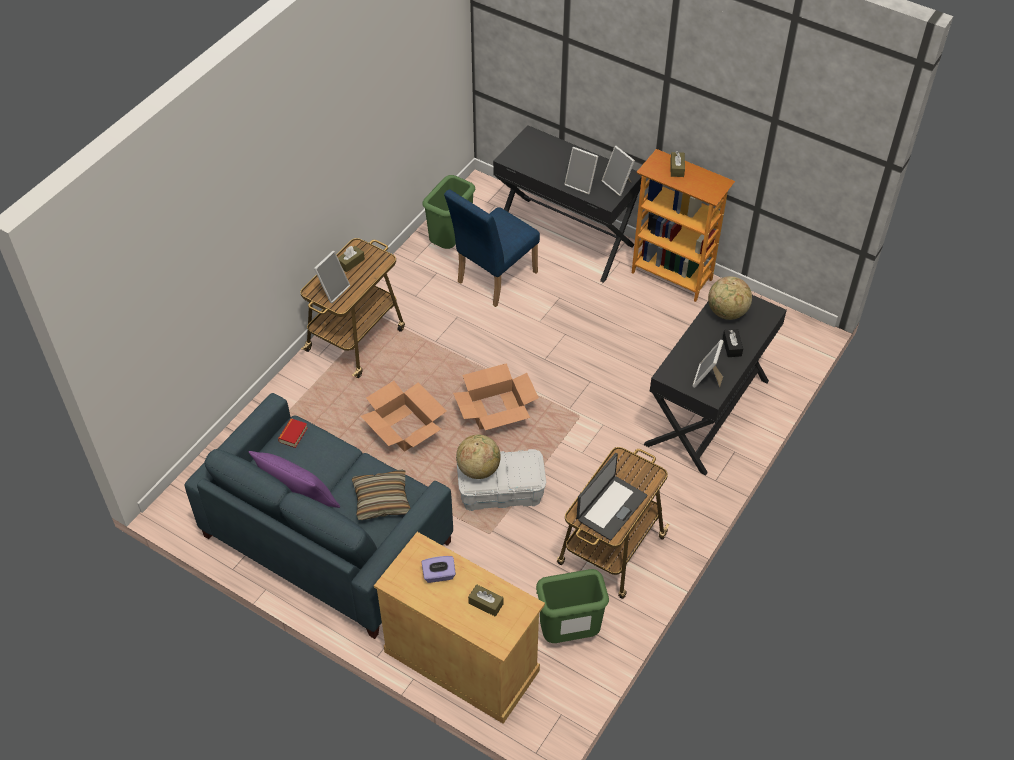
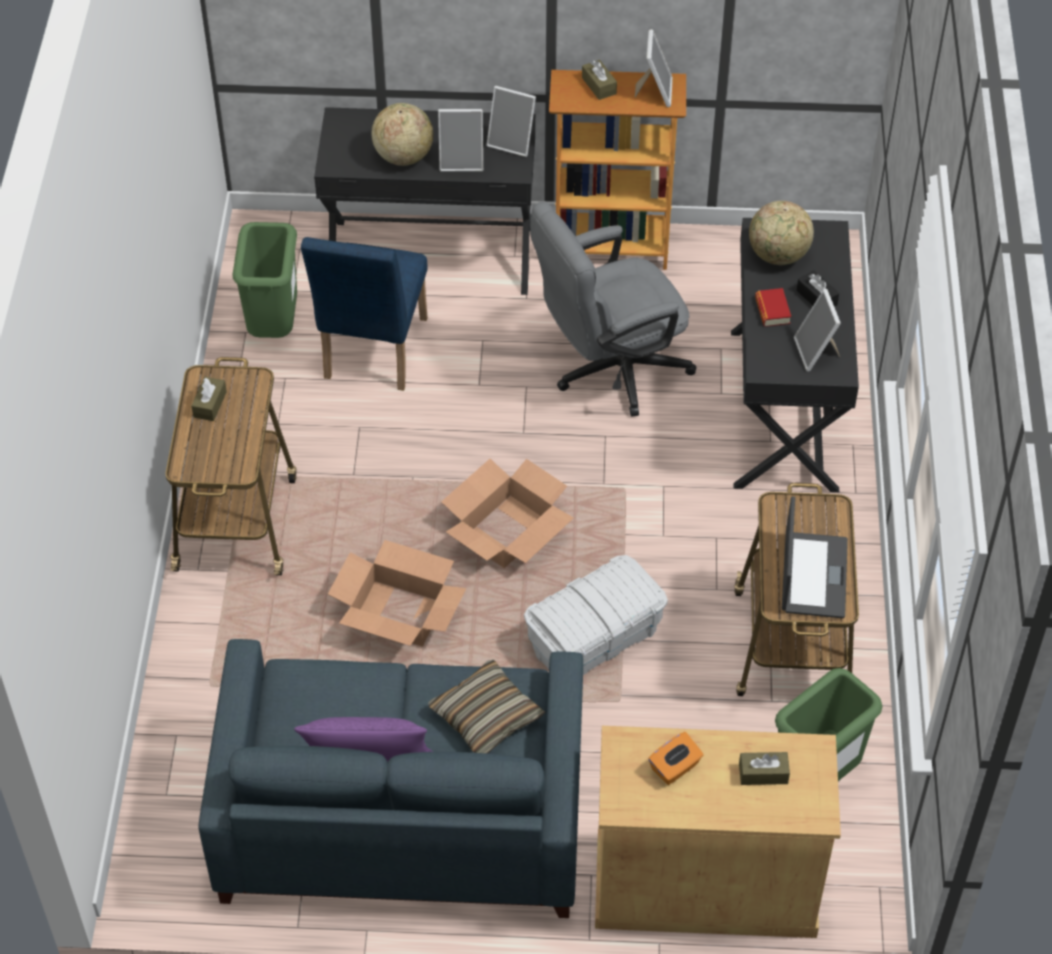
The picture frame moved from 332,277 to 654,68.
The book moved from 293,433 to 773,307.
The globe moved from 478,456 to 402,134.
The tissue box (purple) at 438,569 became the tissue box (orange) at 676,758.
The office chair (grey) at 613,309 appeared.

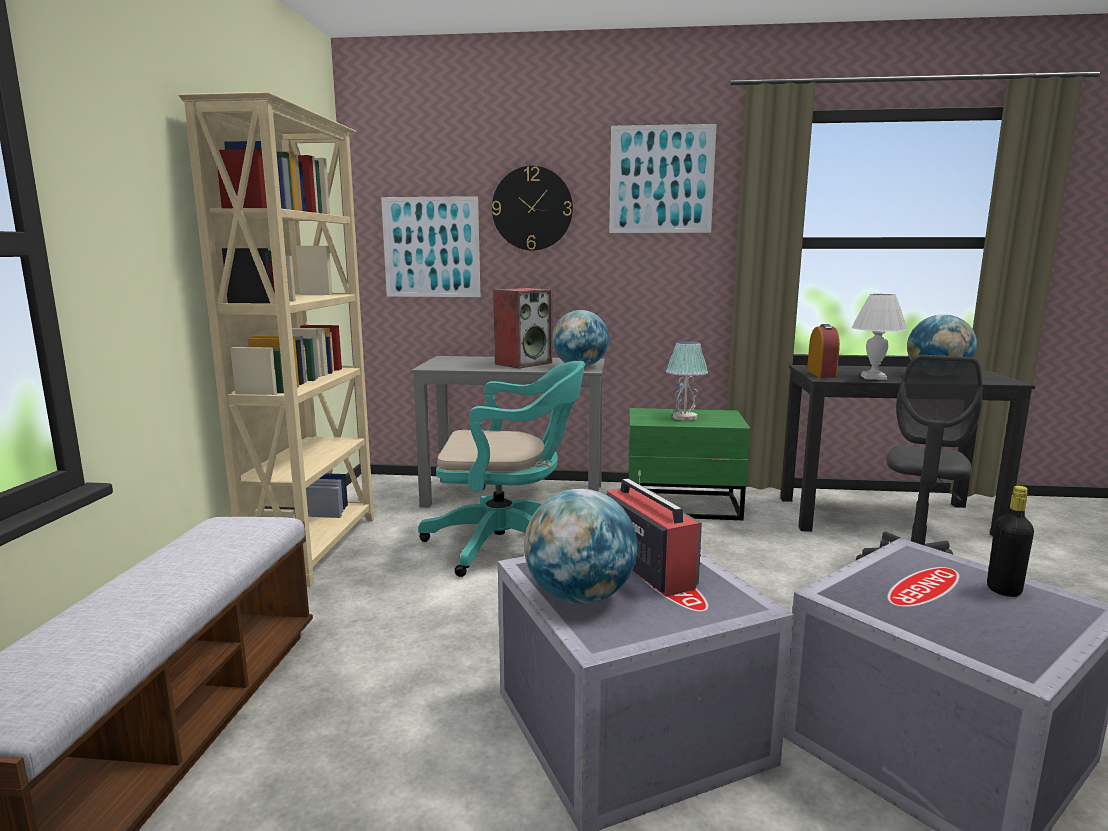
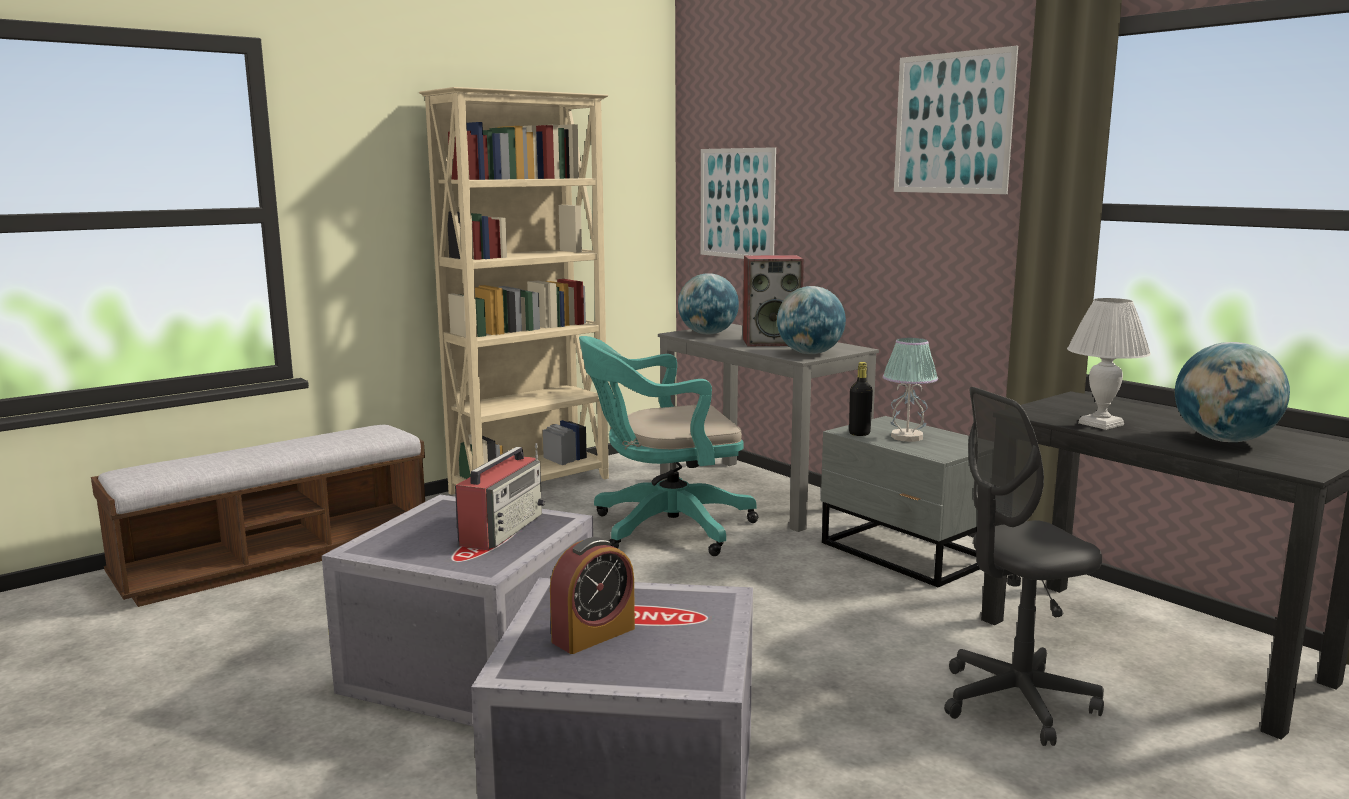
The wall clock at 532,208 disappeared.
The alarm clock moved from 823,351 to 592,595.
The office chair (turquoise) at 501,469 turned 120 degrees clockwise.
The nightstand (green) at 689,464 became the nightstand (grey) at 900,501.
The bottle (black) moved from 1010,541 to 861,399.
The globe moved from 581,546 to 708,304.

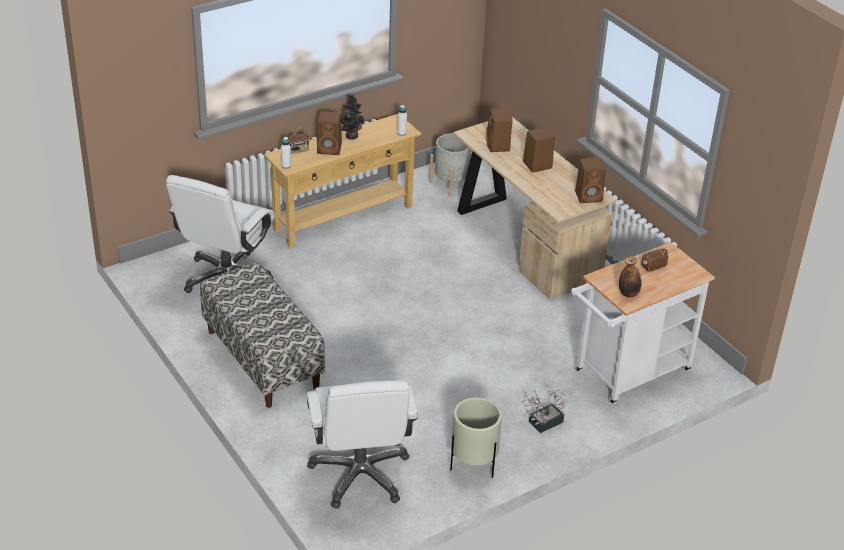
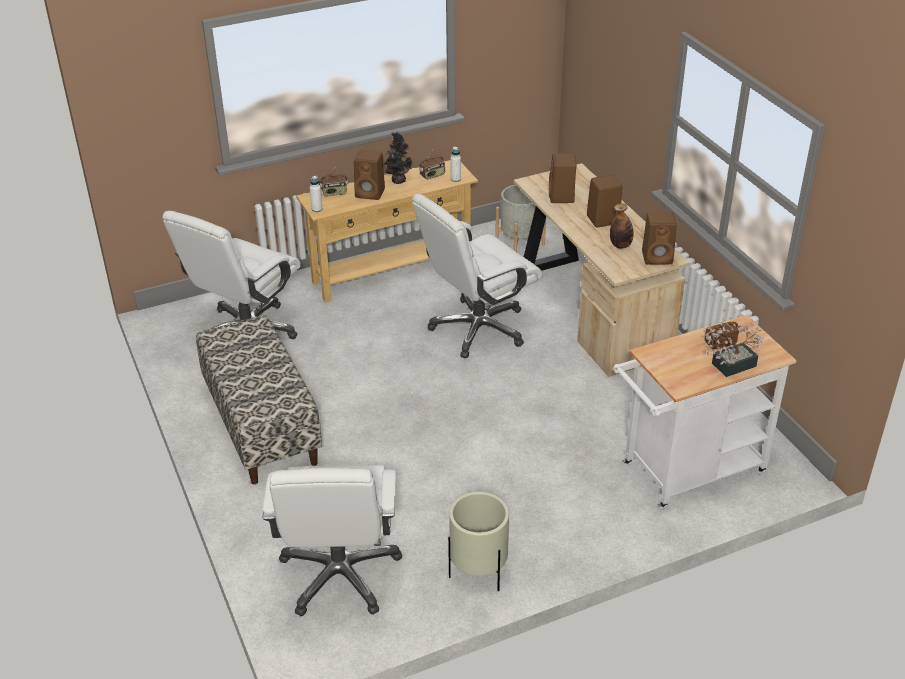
The bottle moved from 630,276 to 622,226.
The potted plant moved from 544,411 to 734,349.
The radio at 432,164 appeared.
The office chair (white) at 477,276 appeared.

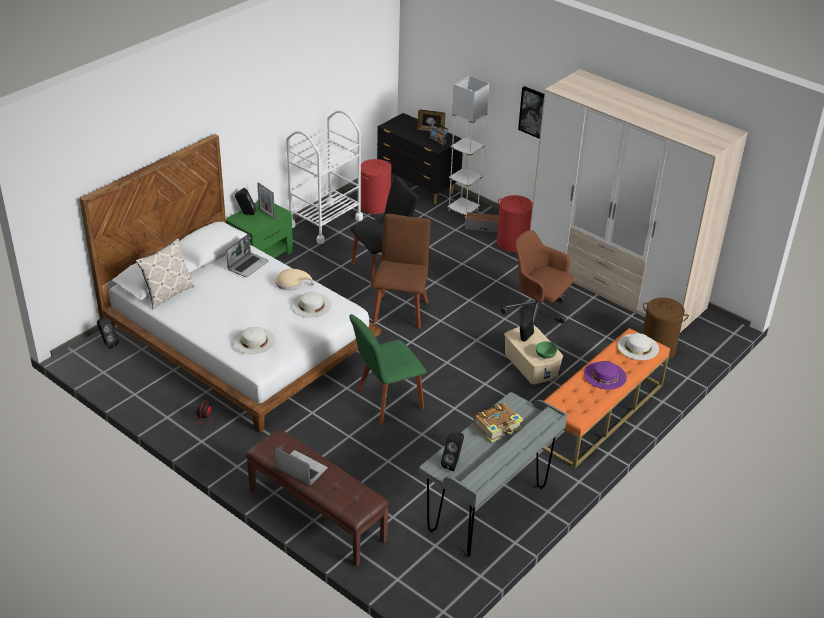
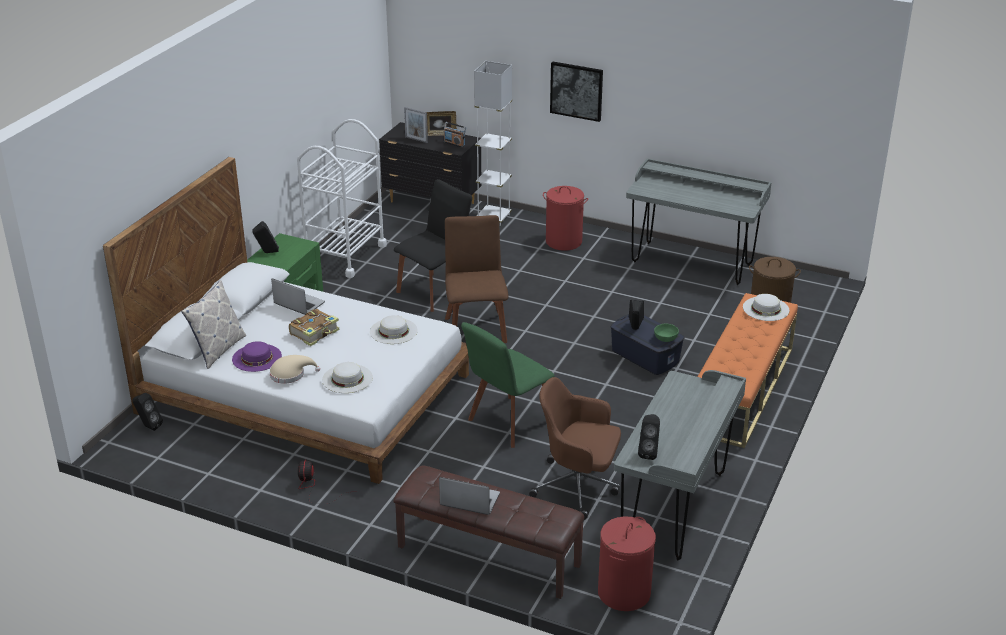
The wardrobe at 639,201 was replaced by the desk (grey) at 699,221.
The laundry basket (red) moved from 376,186 to 627,563.
The picture frame moved from 266,200 to 416,125.
The speaker at 482,222 disappeared.
The office chair (brown) moved from 537,277 to 575,448.
The laptop at 247,255 turned 75 degrees counterclockwise.
The hat (beige) moved from 295,279 to 294,369.
The storage box (beige) at 533,354 became the storage box (blue) at 648,344.
The hat (purple) moved from 605,375 to 257,356.
The book moved from 498,423 to 314,327.

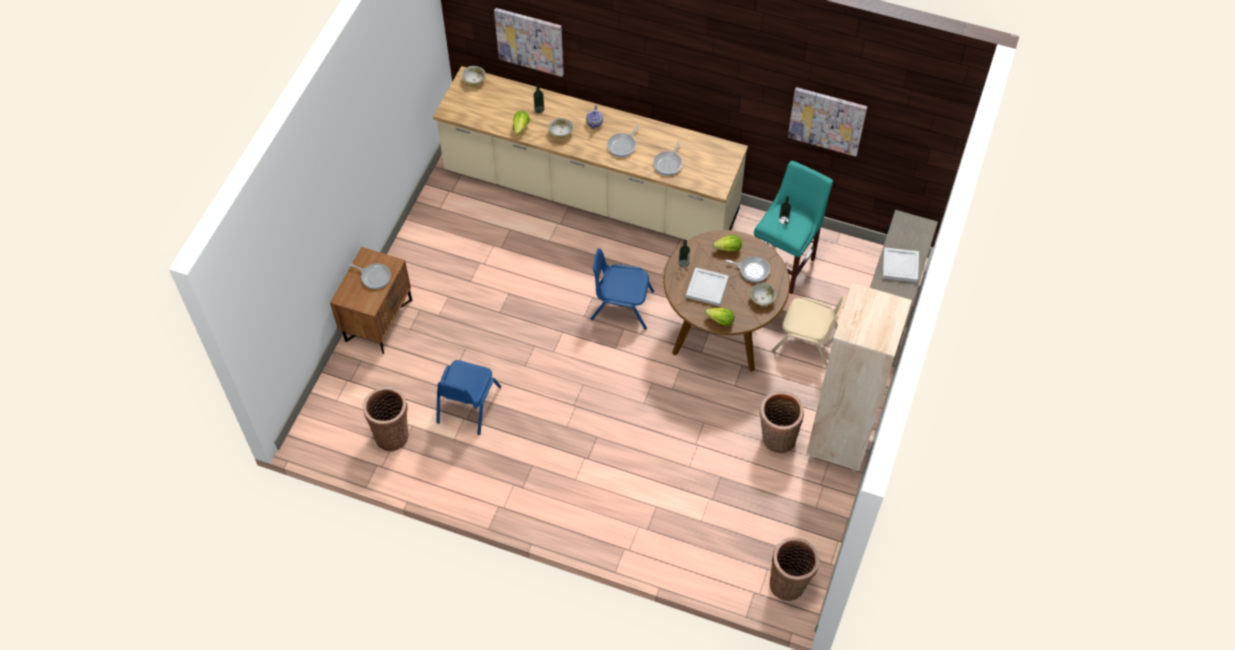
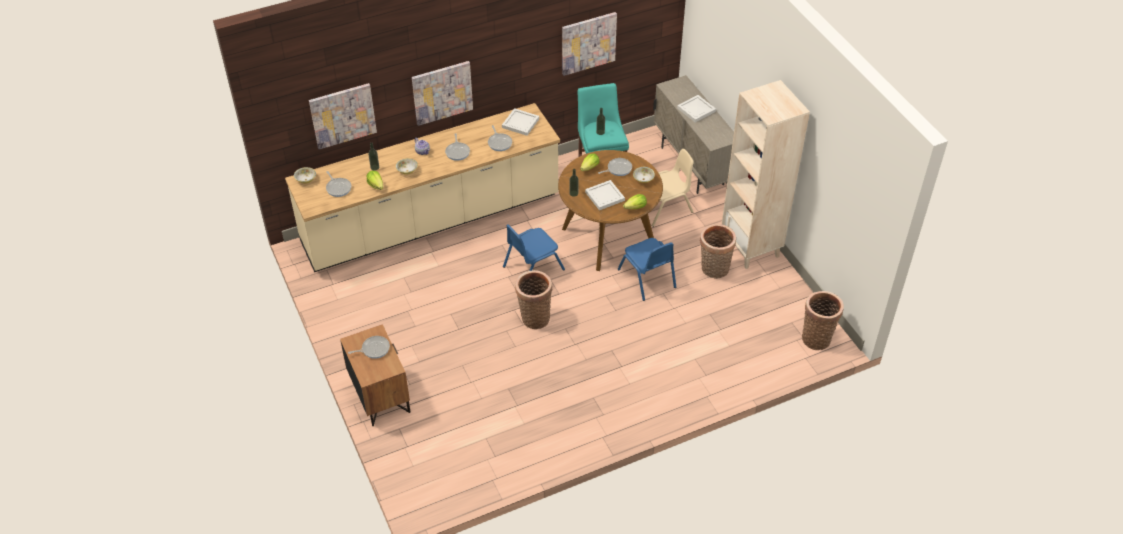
The chair (blue) moved from 468,397 to 647,269.
The basket moved from 386,419 to 533,299.
The picture at 442,93 appeared.
The tray (white) at 520,122 appeared.
The frying pan at 338,184 appeared.

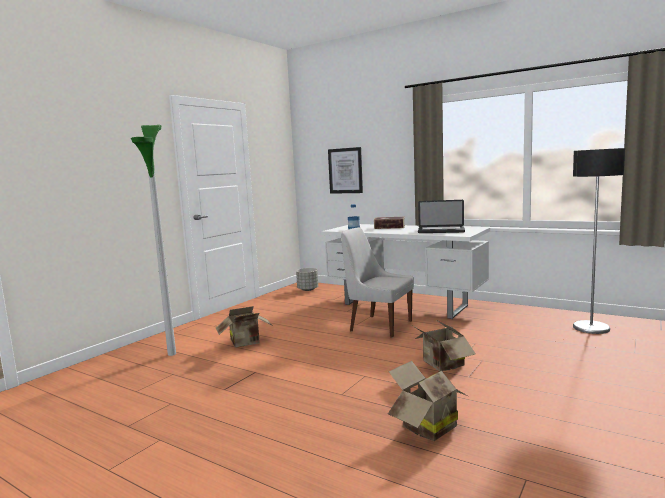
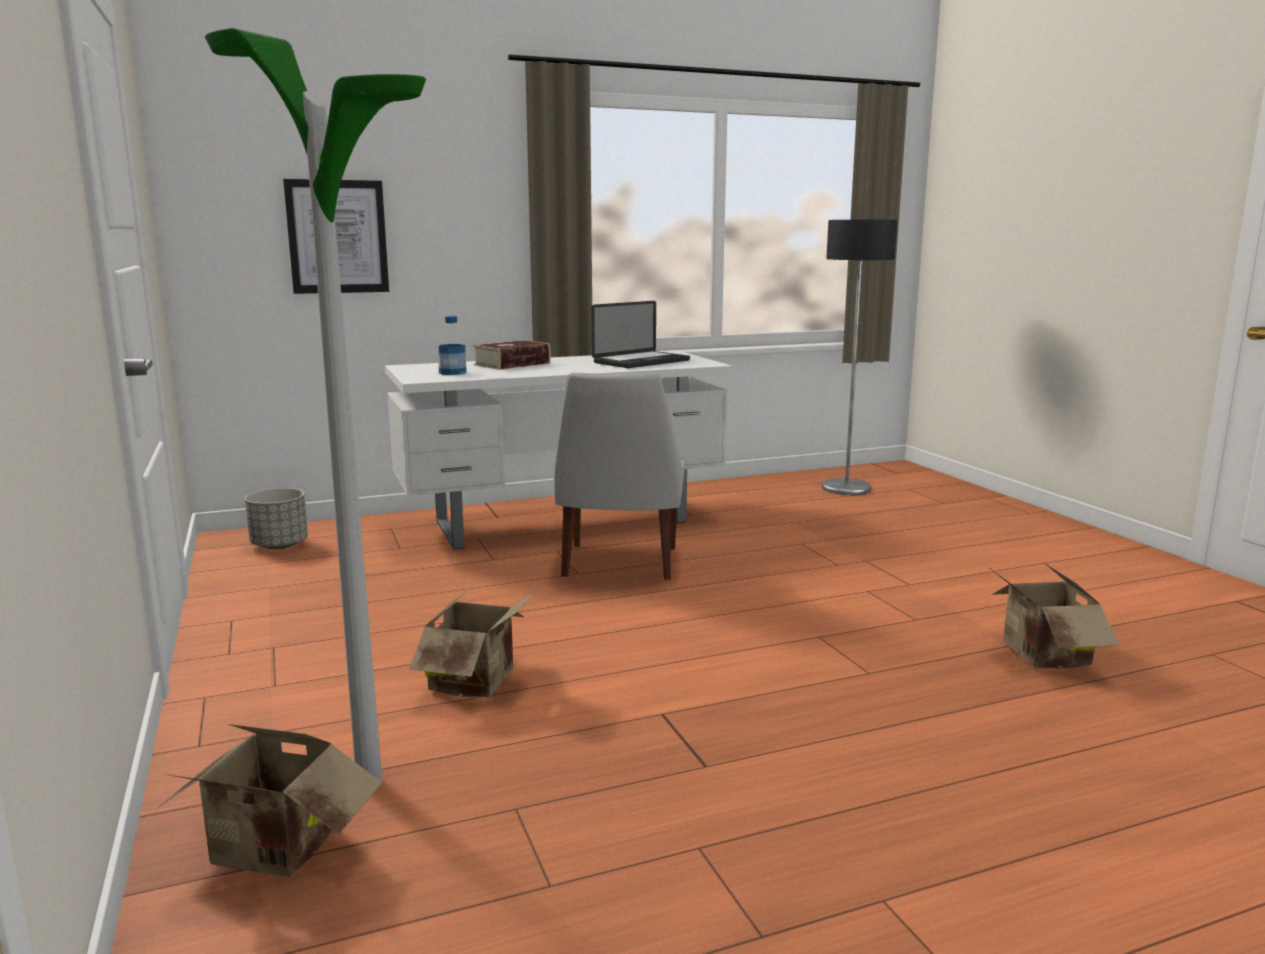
The chair (white) at 377,282 turned 60 degrees counterclockwise.
The cardboard box moved from 444,346 to 271,800.

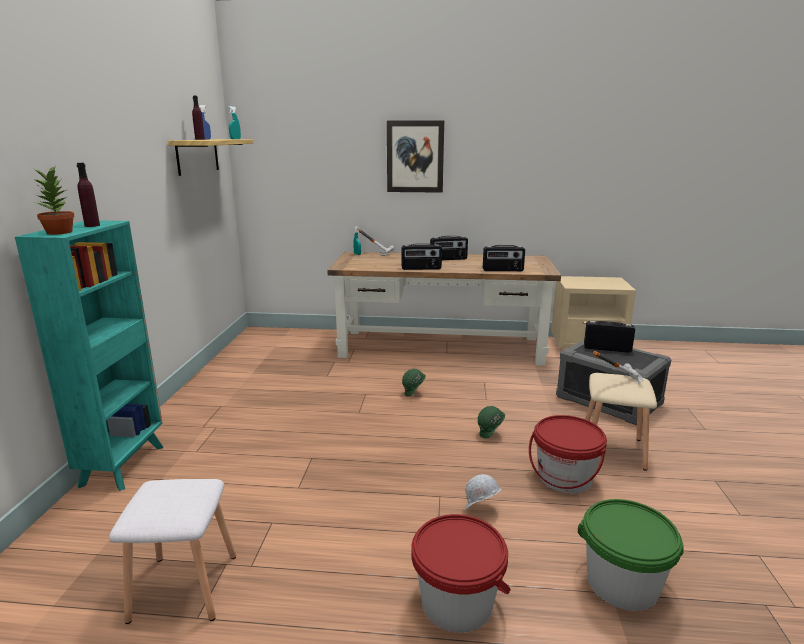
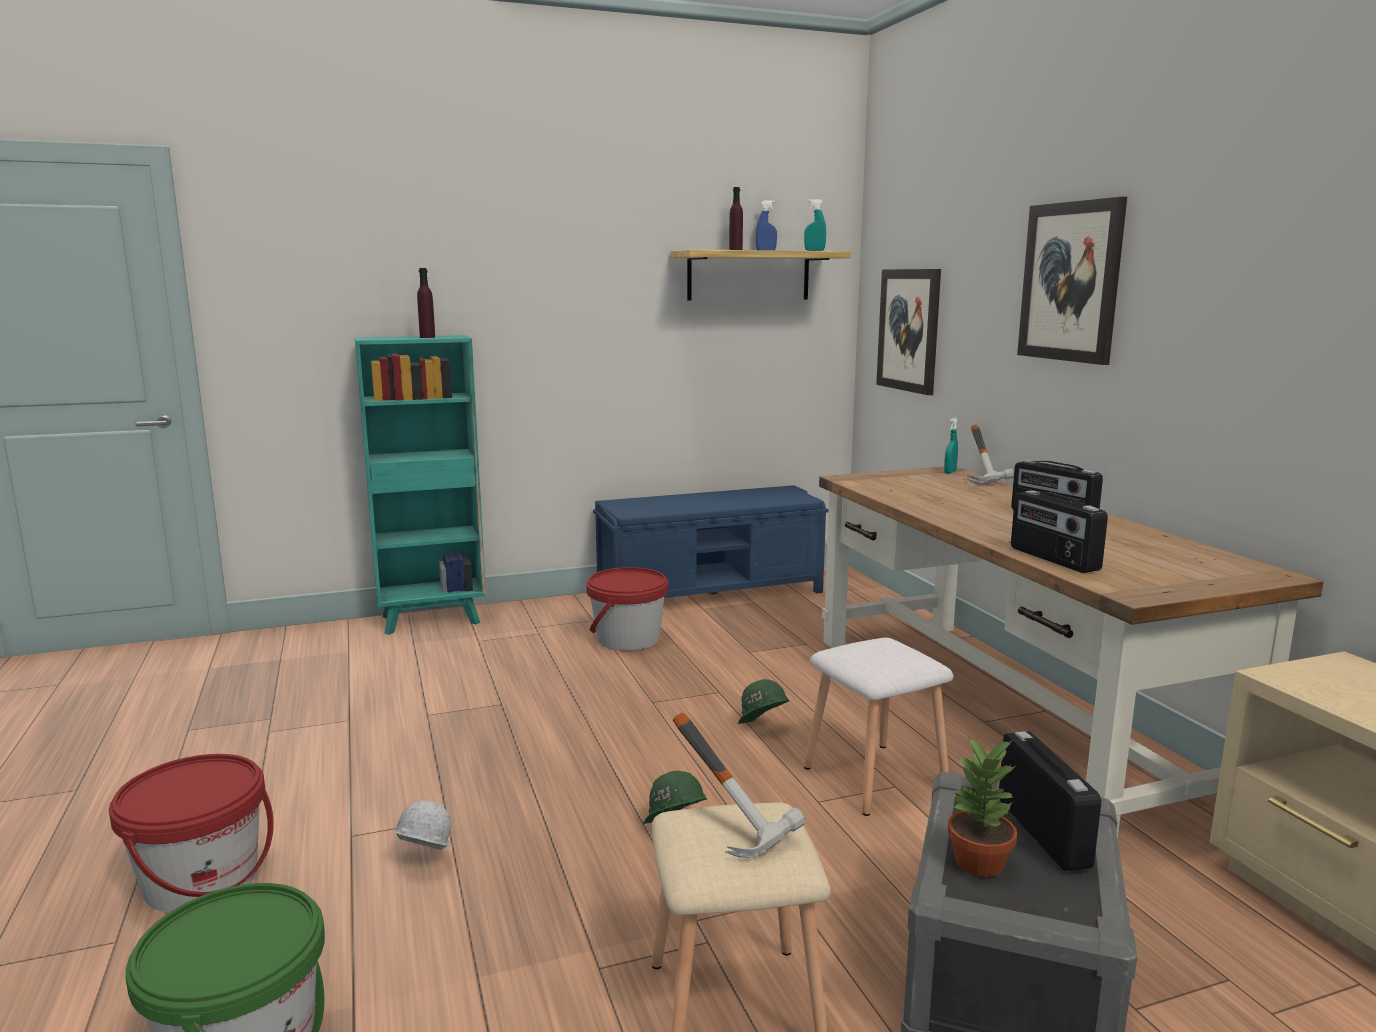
The potted plant moved from 54,200 to 982,807.
The radio at 422,257 disappeared.
The bucket (red) moved from 568,454 to 627,609.
The stool (white) moved from 172,551 to 879,727.
The picture at 908,332 appeared.
The bench (blue) at 711,541 appeared.

